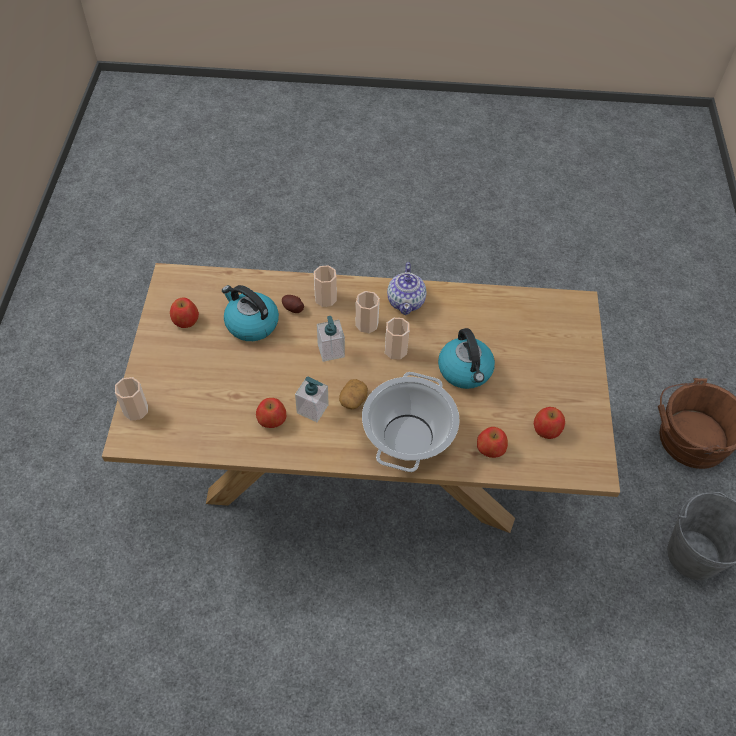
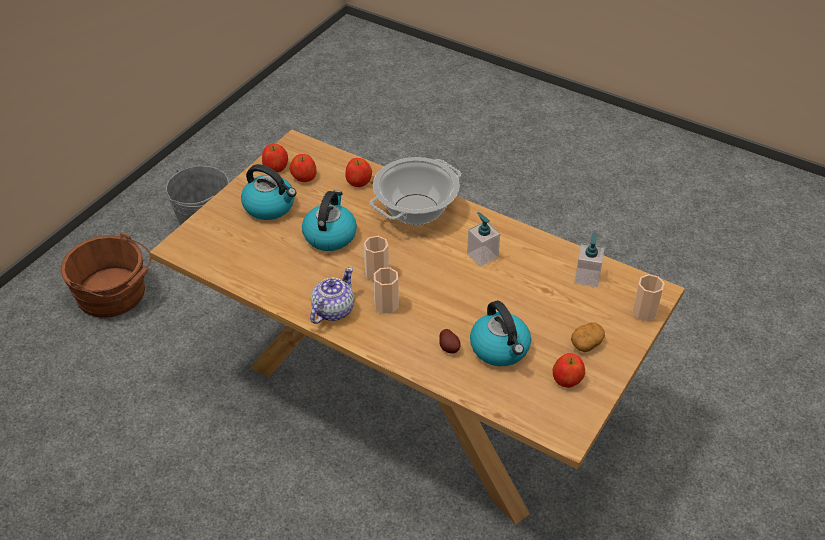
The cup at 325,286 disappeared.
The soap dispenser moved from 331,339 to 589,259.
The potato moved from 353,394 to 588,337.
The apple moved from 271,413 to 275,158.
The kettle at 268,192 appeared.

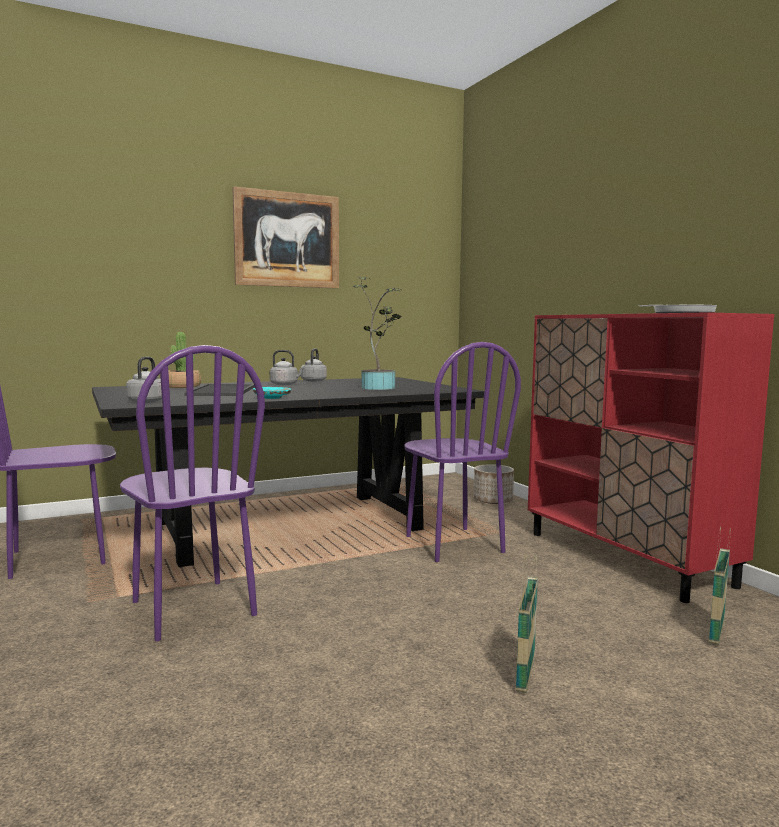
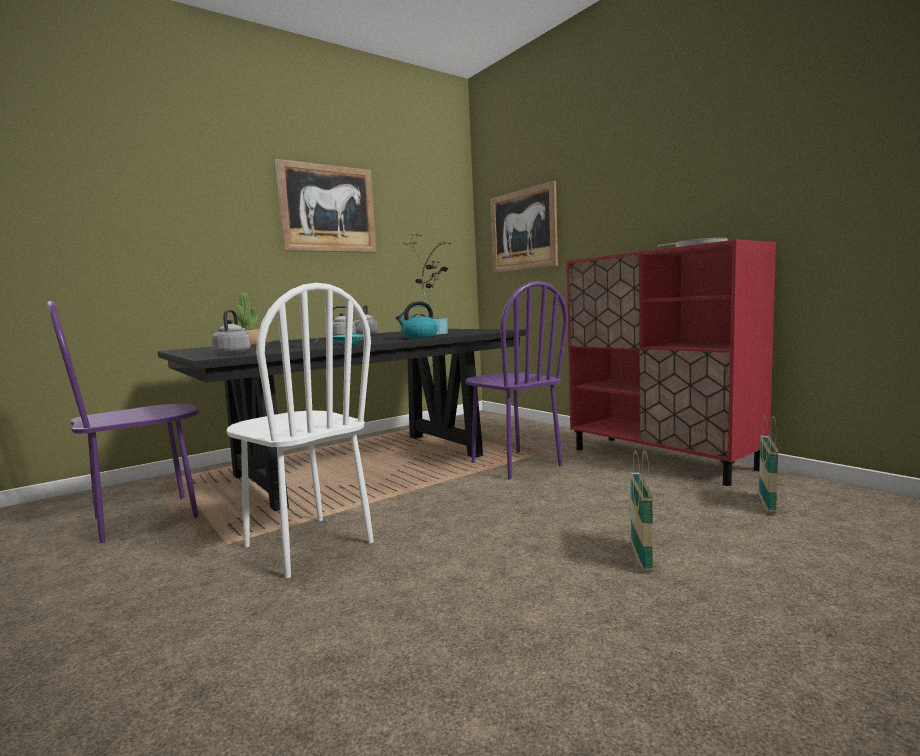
The chair (purple) at 192,493 became the chair (white) at 300,430.
The planter at 494,484 disappeared.
The picture at 524,227 appeared.
The kettle at 417,319 appeared.

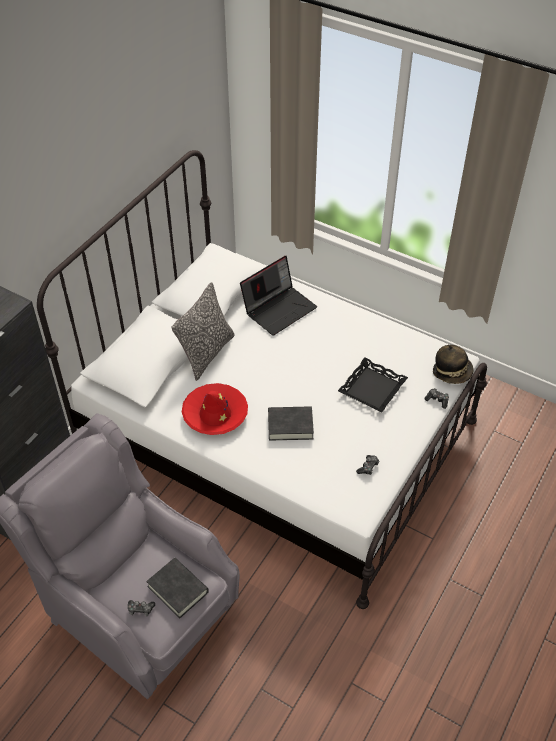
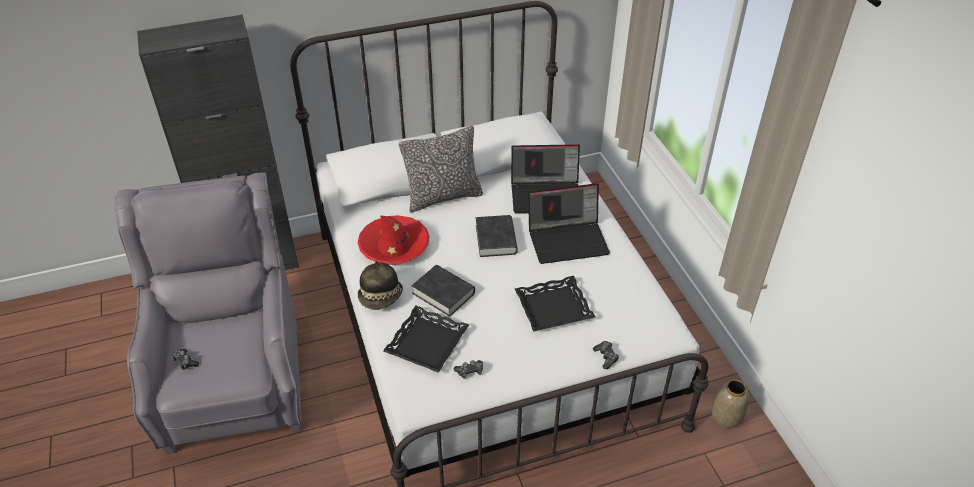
The hat moved from 453,364 to 380,285.
The book (black) moved from 177,588 to 497,236.
The laptop at 569,223 appeared.
The tray (black) at 426,339 appeared.
The vase at 730,403 appeared.

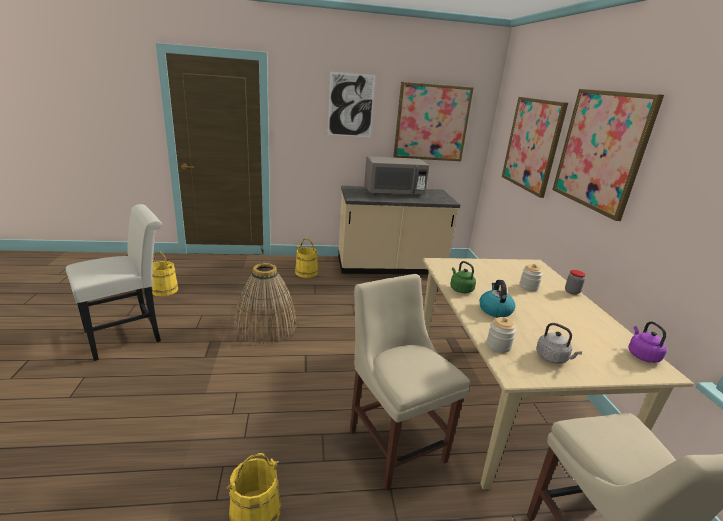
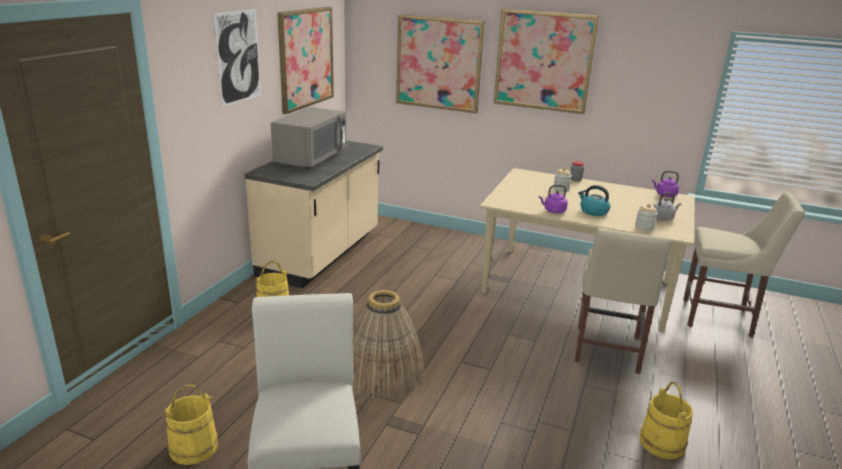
The kettle (green) at 463,277 became the kettle (purple) at 553,199.
The chair (beige) at 410,382 turned 75 degrees counterclockwise.

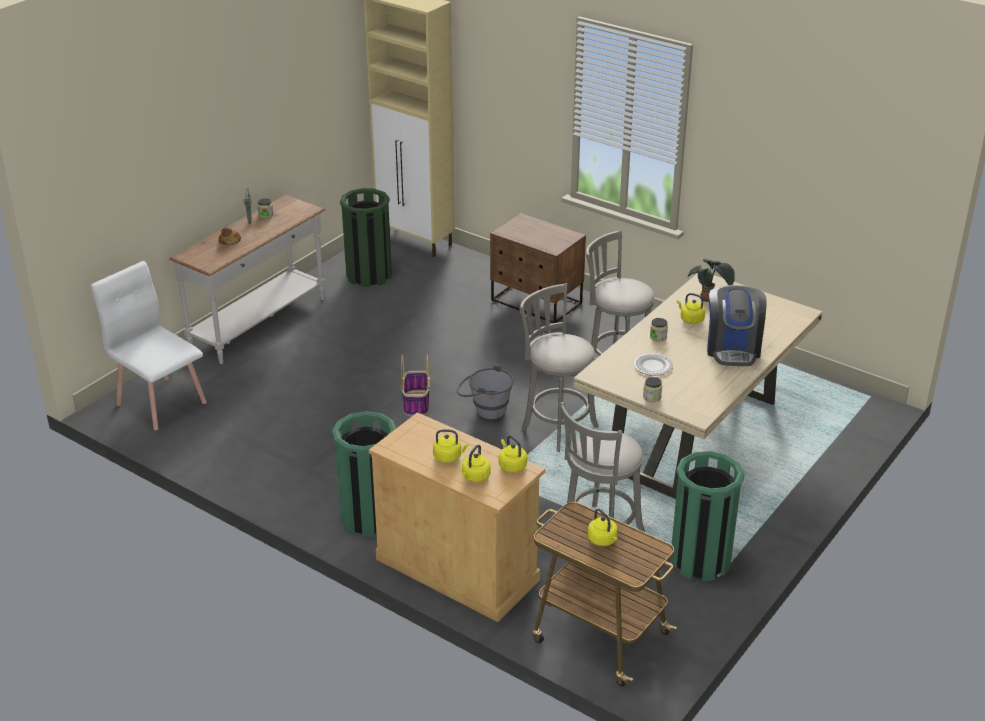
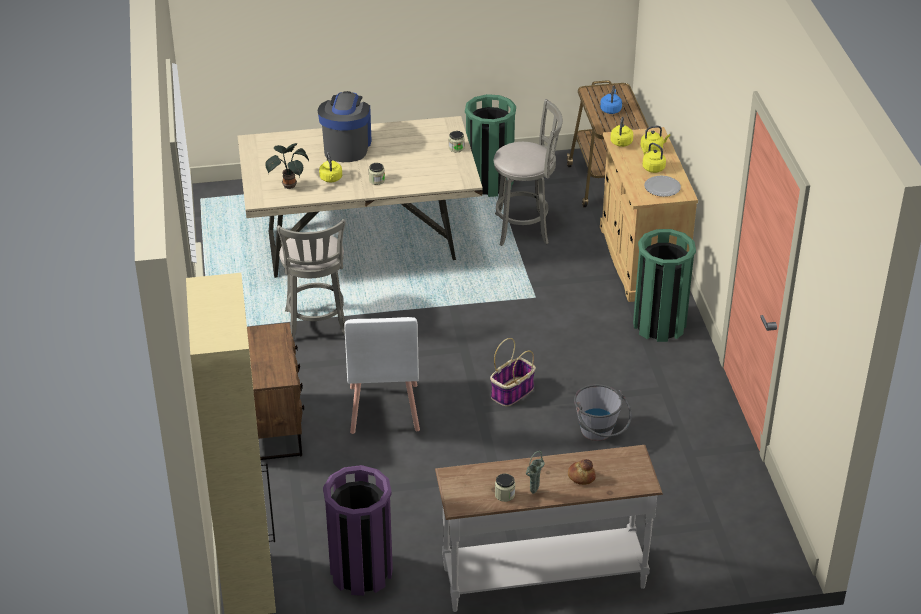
The trash can (green) at 366,237 became the trash can (purple) at 358,530.
The chair (white) moved from 149,345 to 382,375.
The stool (grey) at 559,367 disappeared.
The coffee machine at 737,325 turned 45 degrees counterclockwise.
The plate moved from 653,364 to 662,186.
The bucket (grey) moved from 485,391 to 603,412.
The kettle (yellow) at 603,527 became the kettle (blue) at 611,100.

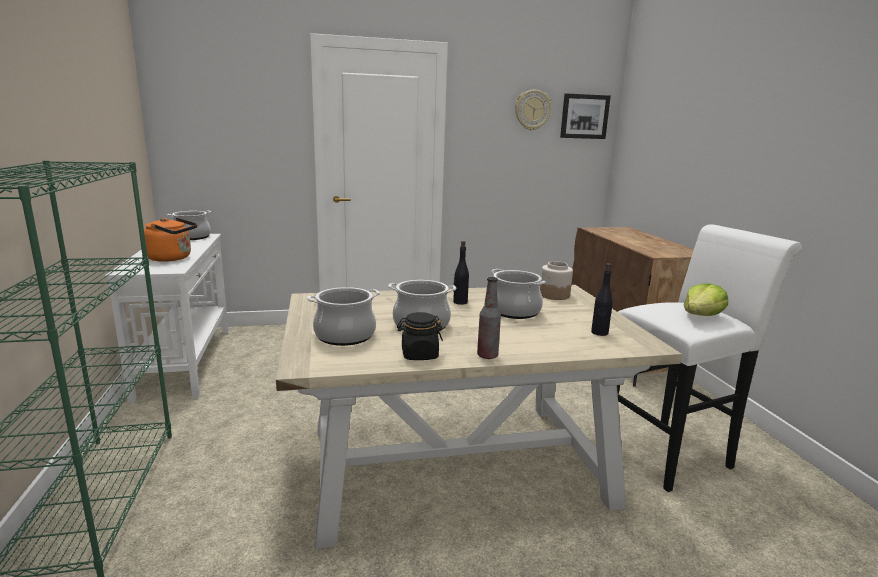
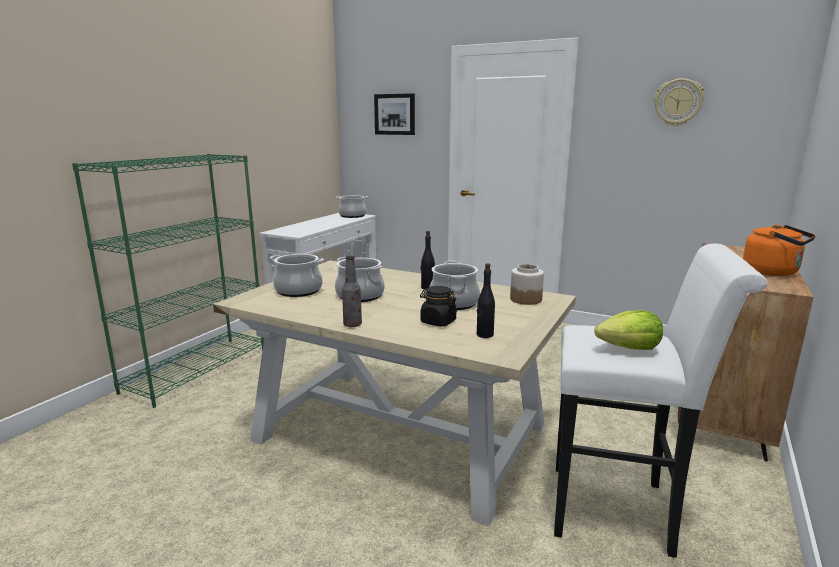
The picture moved from 585,116 to 394,114.
The kettle (orange) moved from 170,239 to 779,250.
The jar (black) moved from 420,336 to 438,306.

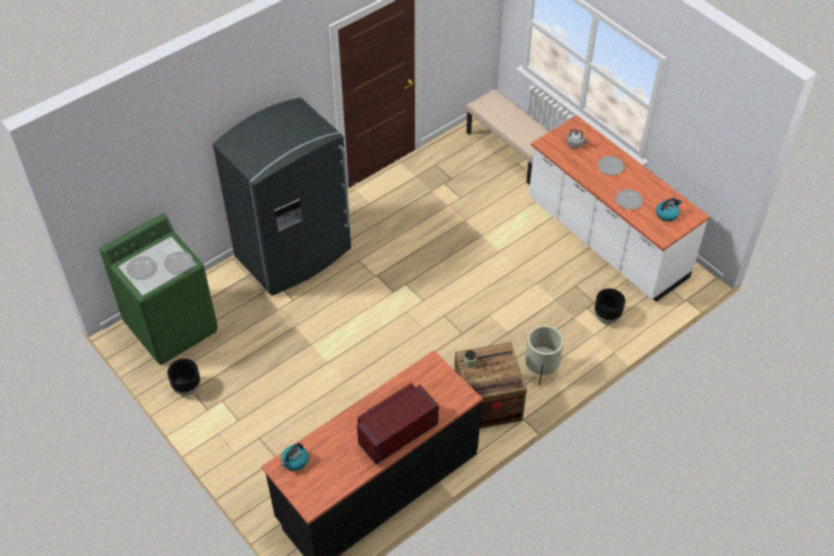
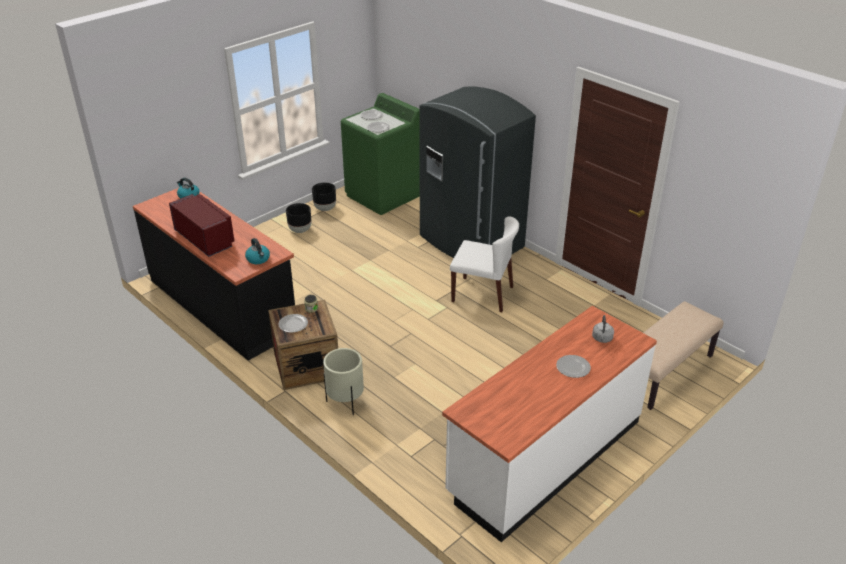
The plate moved from 629,200 to 293,323.
The kettle moved from 669,209 to 257,251.
The planter (black) moved from 609,306 to 298,218.
The chair (white) at 484,264 appeared.

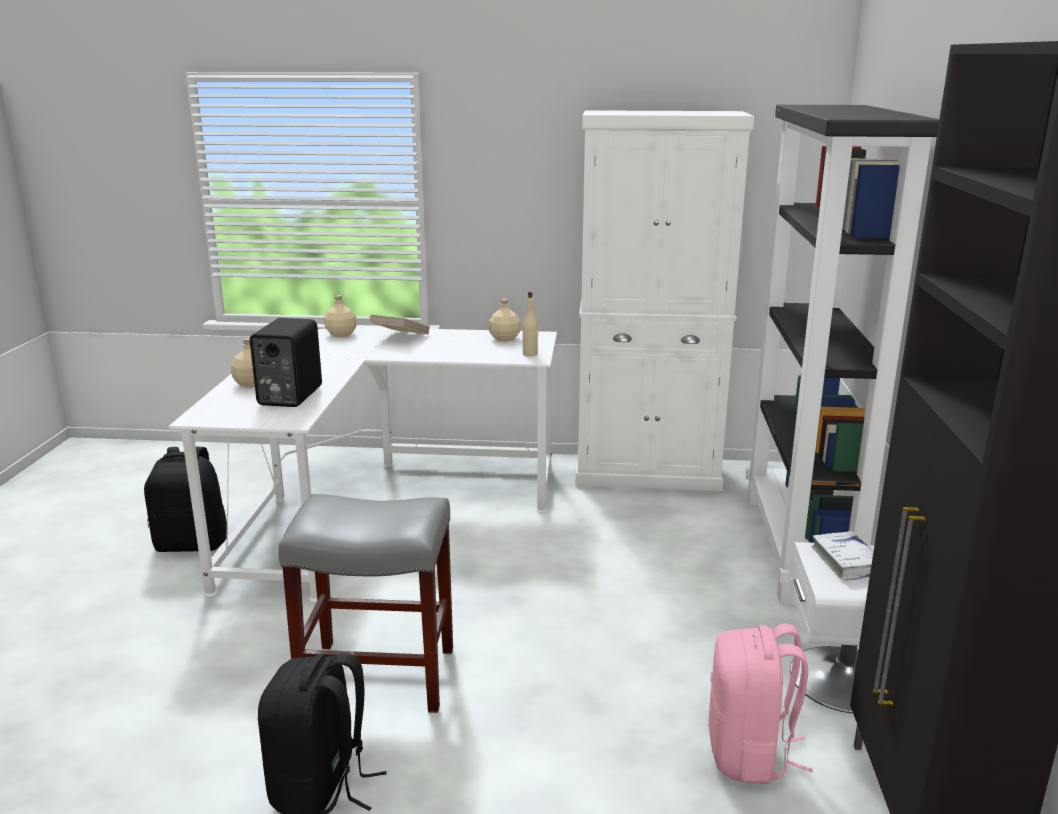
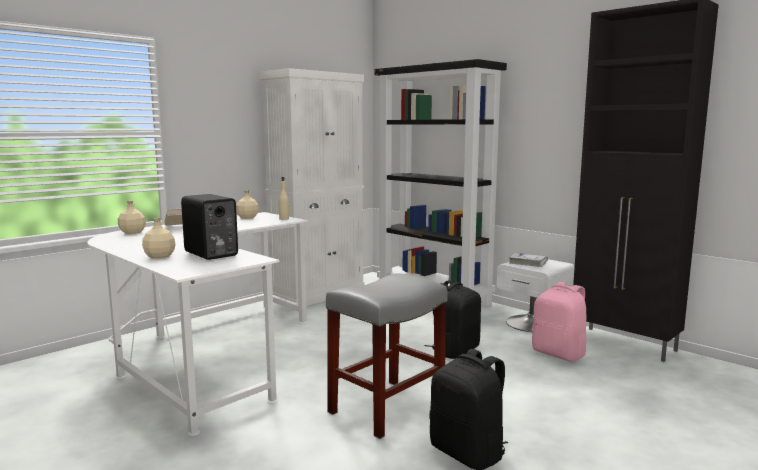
The backpack (black) moved from 185,499 to 453,319.

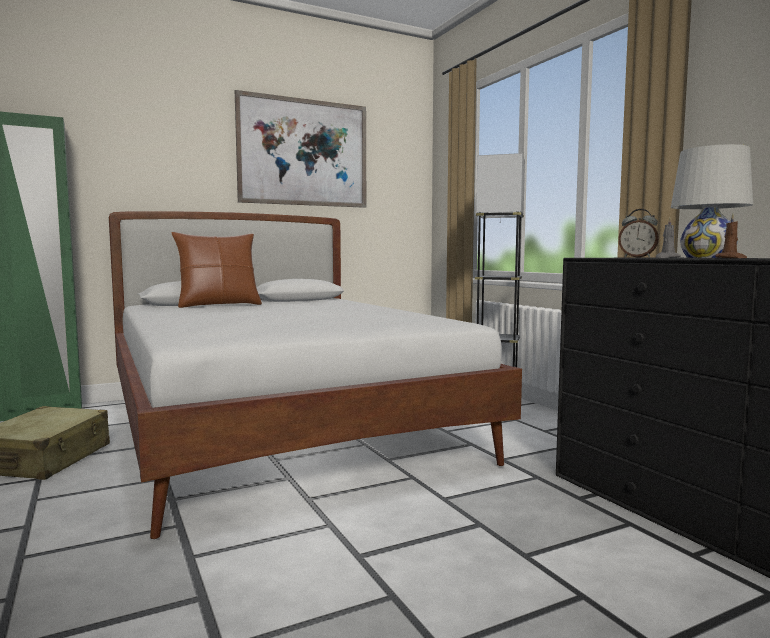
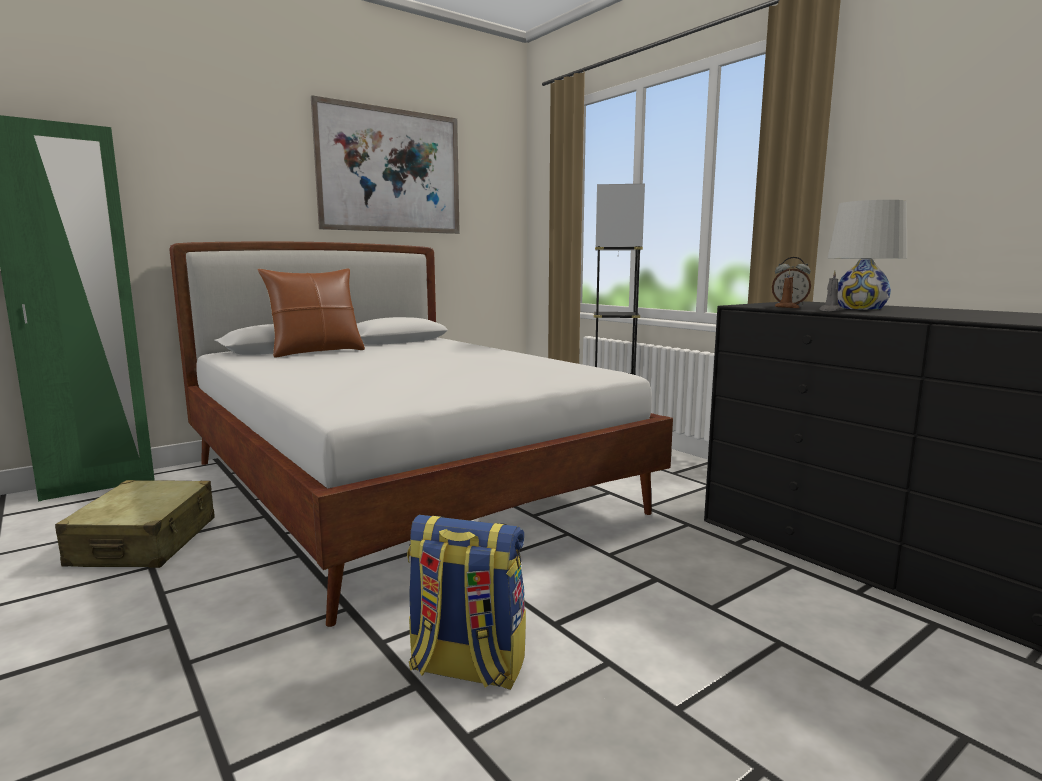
The candle (brown) moved from 731,235 to 787,289.
The backpack at 466,602 appeared.

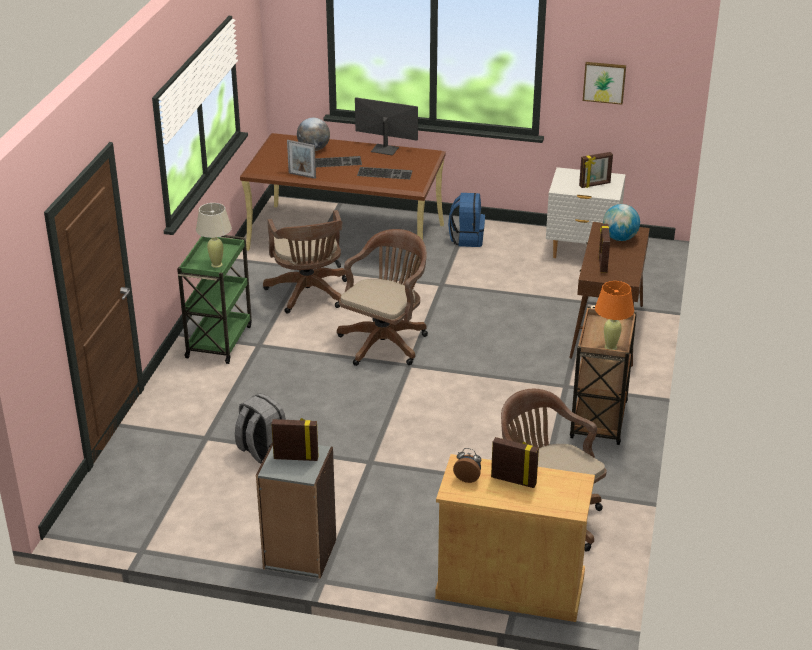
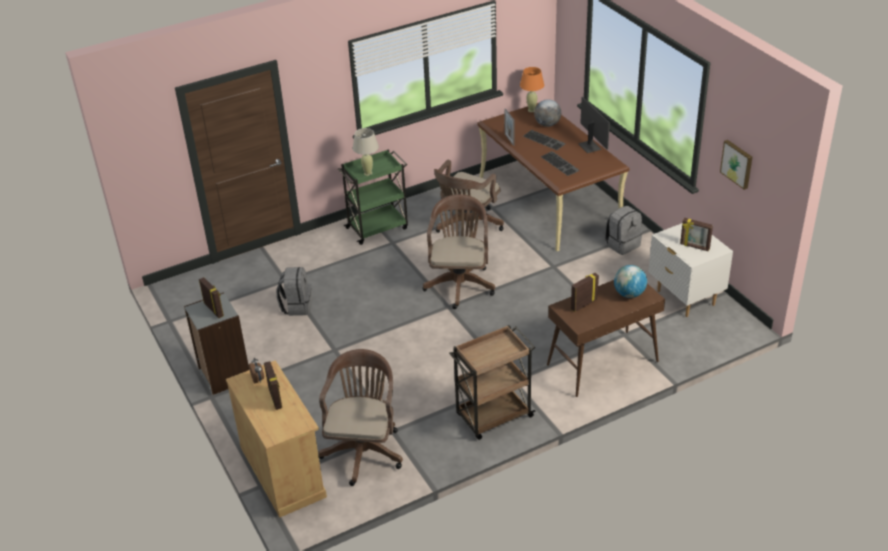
The backpack (blue) at 466,220 became the backpack (grey) at 624,230.
The office chair (brown) at 382,297 turned 75 degrees counterclockwise.
The table lamp (orange) moved from 614,315 to 532,89.

